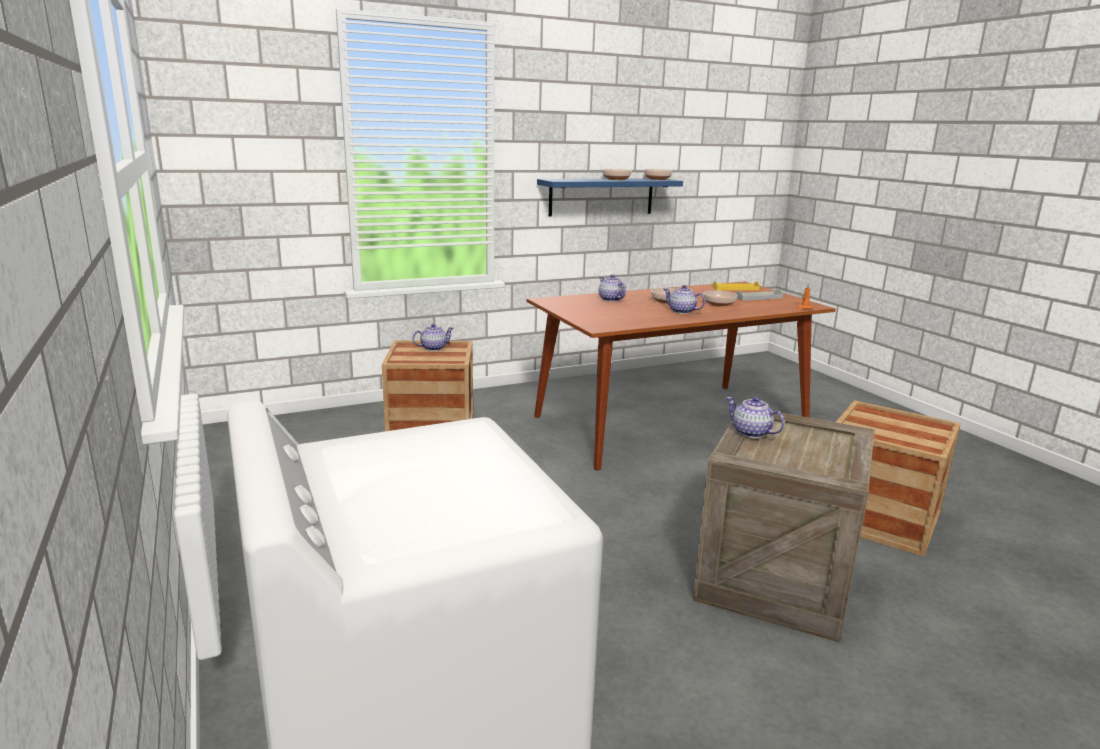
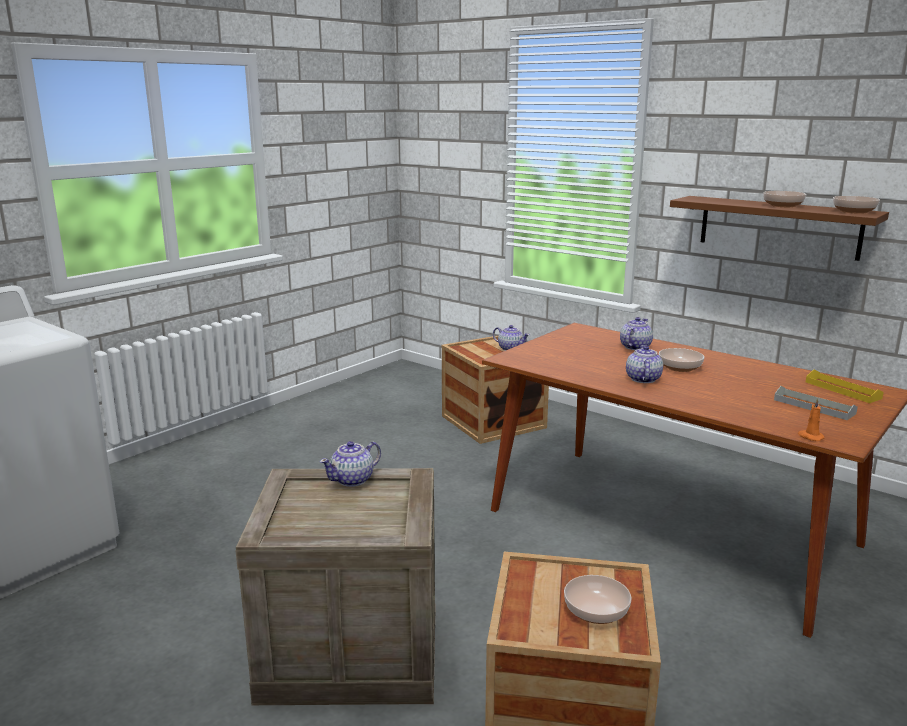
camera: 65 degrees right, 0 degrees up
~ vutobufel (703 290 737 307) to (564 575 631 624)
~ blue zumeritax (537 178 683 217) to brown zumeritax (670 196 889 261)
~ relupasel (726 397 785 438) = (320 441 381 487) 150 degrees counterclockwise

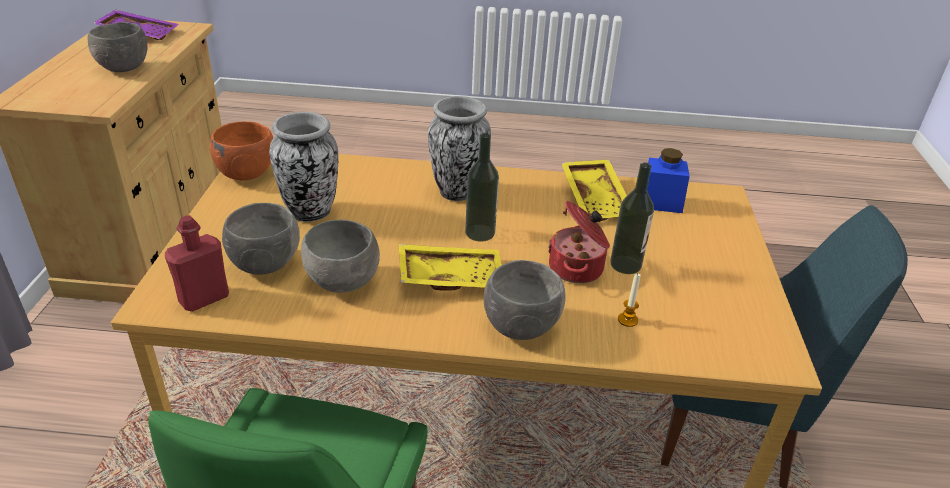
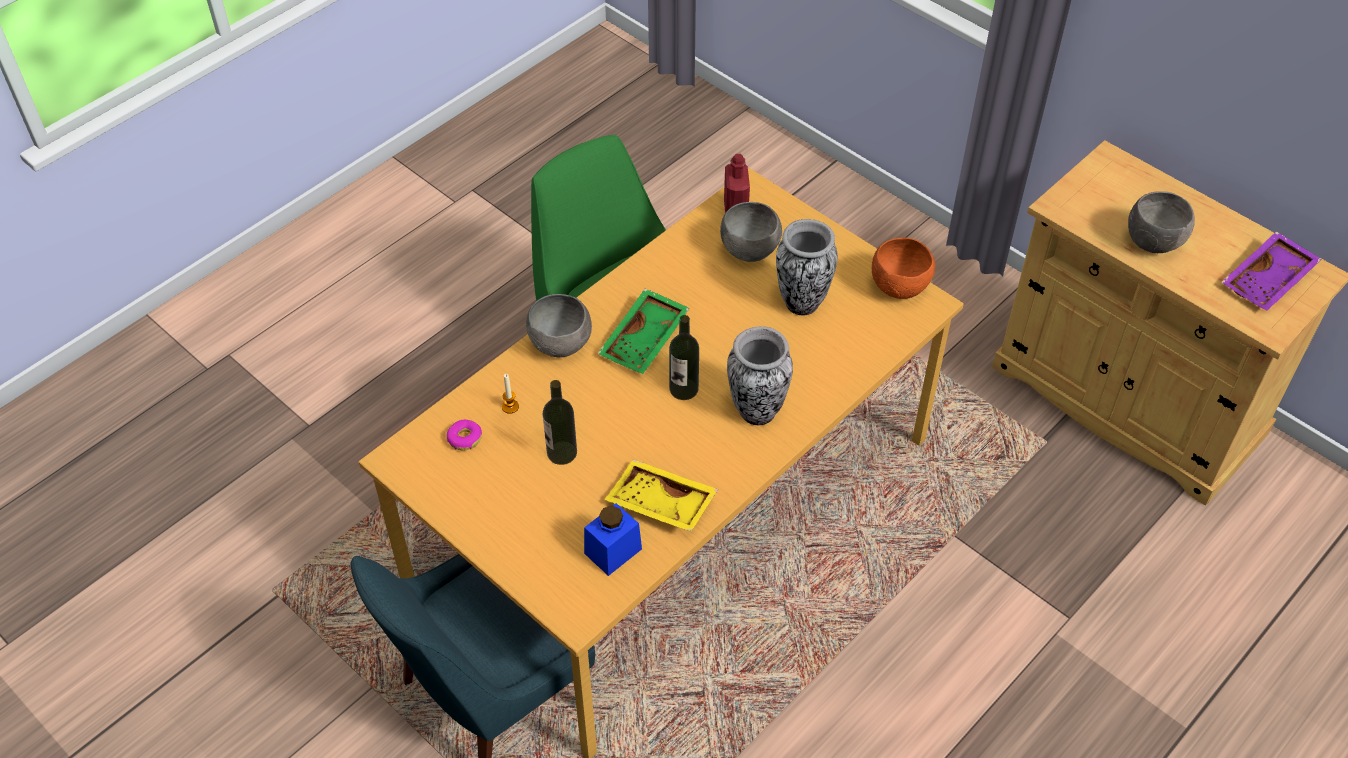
camera: 130 degrees right, 15 degrees up
- grey vutobufel (301 220 380 293)
- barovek (548 201 610 283)
+ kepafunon (446 420 482 450)
~ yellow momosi (399 244 502 291) to green momosi (597 289 690 374)

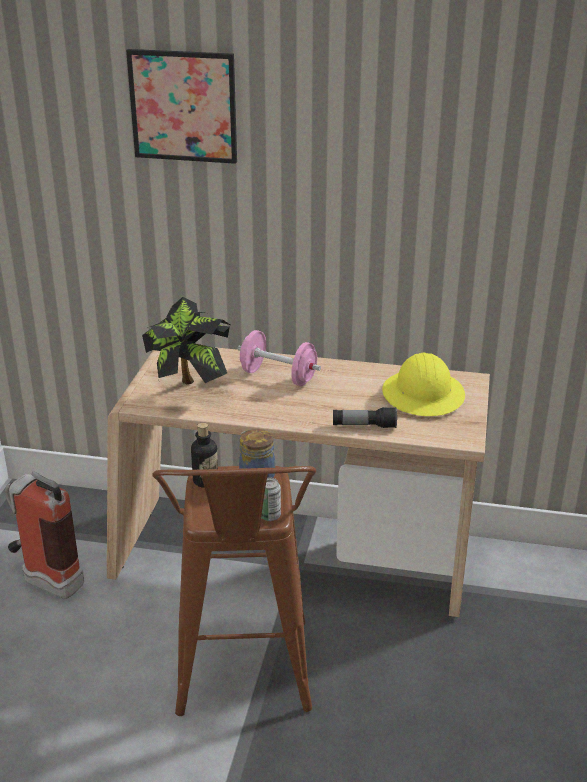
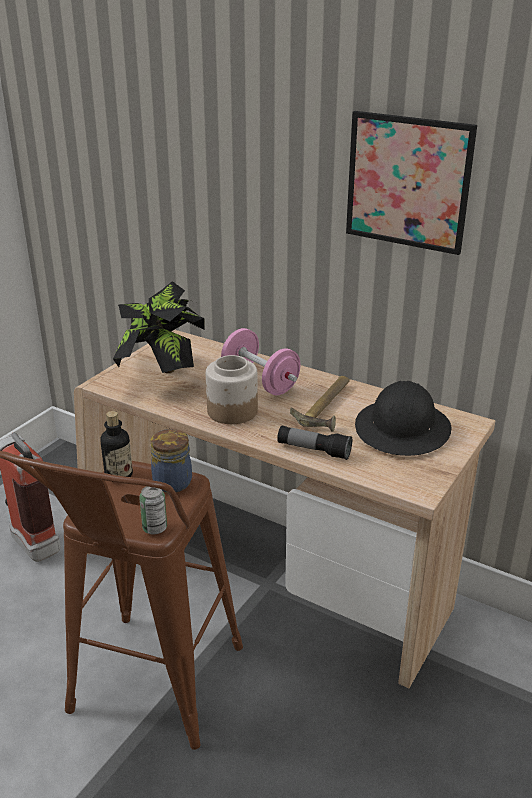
camera: 20 degrees right, 0 degrees up
+ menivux (206 355 258 424)
+ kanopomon (290 376 350 432)
~ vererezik (126 49 237 164) to (346 111 477 255)
~ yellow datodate (382 353 465 416) to black datodate (355 381 452 456)

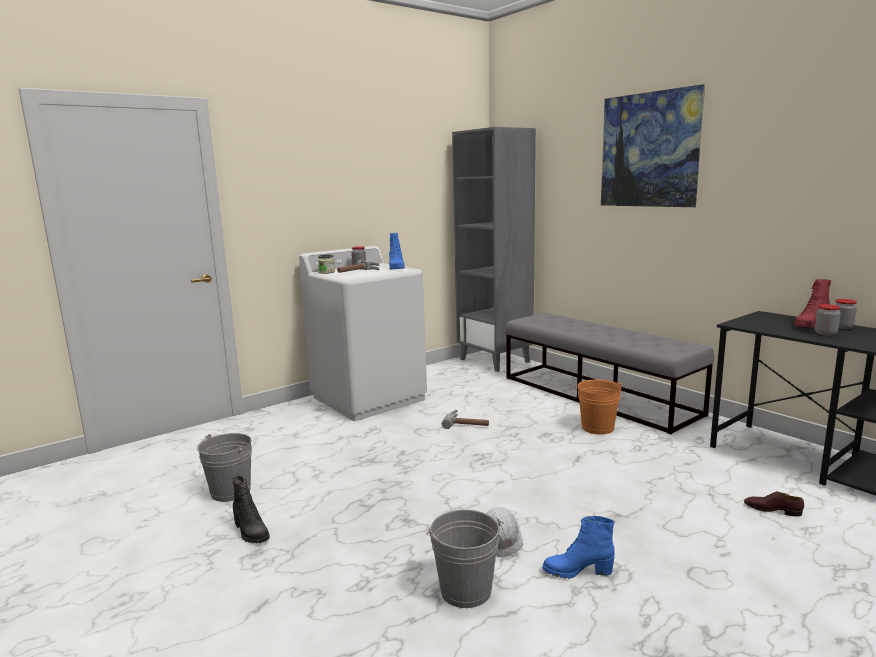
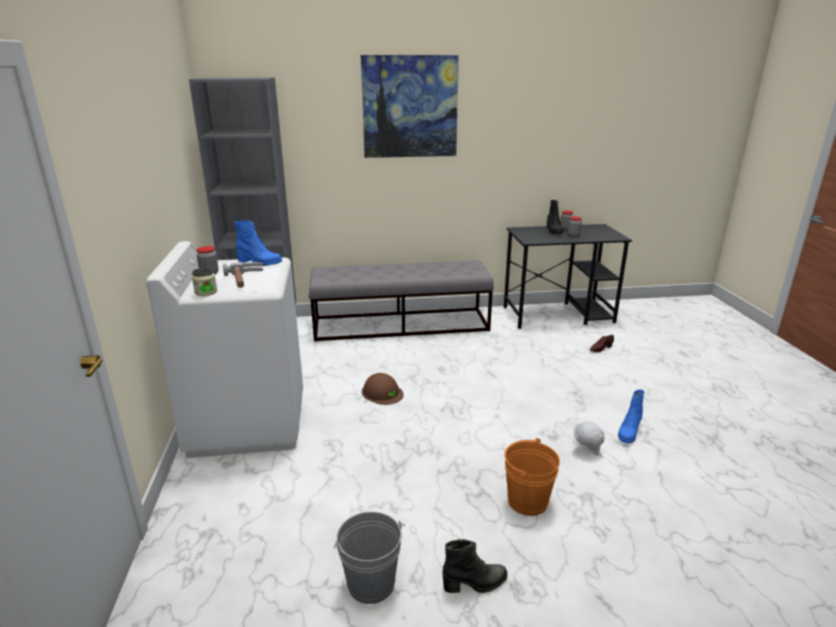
camera: 60 degrees left, 10 degrees up
- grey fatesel (426 510 504 608)
~ orange fatesel (575 380 622 435) to (505 438 560 516)
~ kanopomon (442 410 489 429) to brown datodate (362 373 404 405)
~ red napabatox (794 279 831 328) to black napabatox (547 200 563 234)

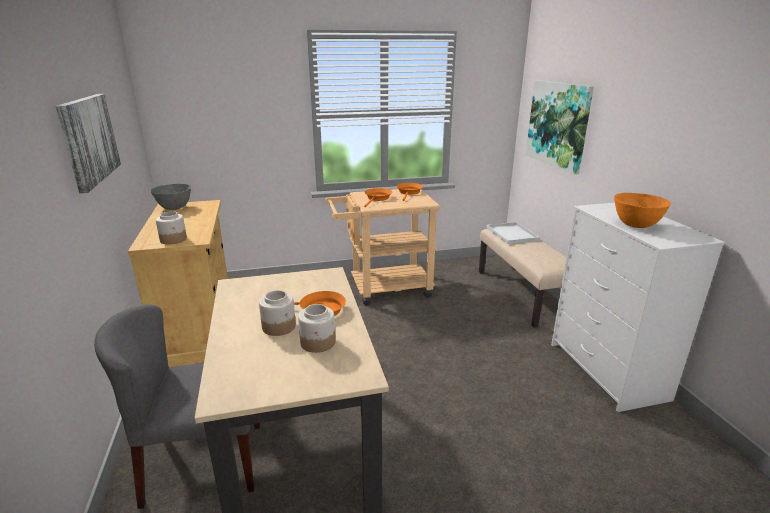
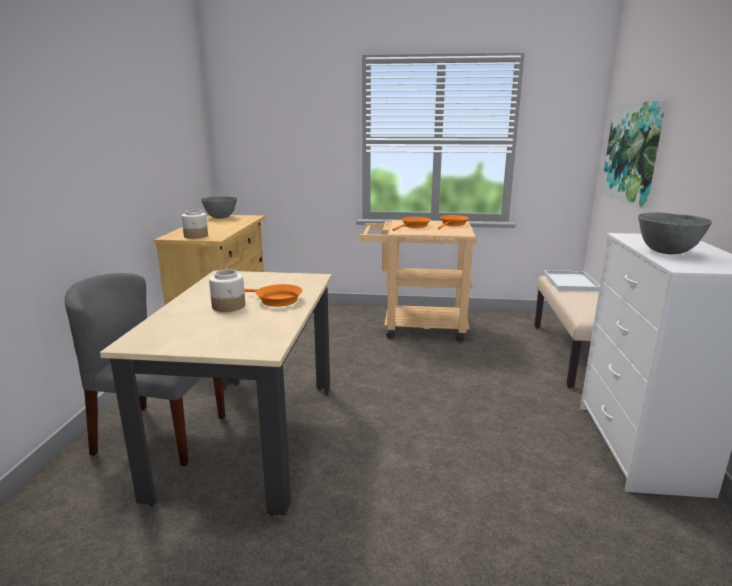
camera: 20 degrees right, 5 degrees down
- vererezik (56 94 121 193)
- menivux (298 304 336 353)
~ orange vutobufel (614 193 671 228) to grey vutobufel (638 213 712 254)

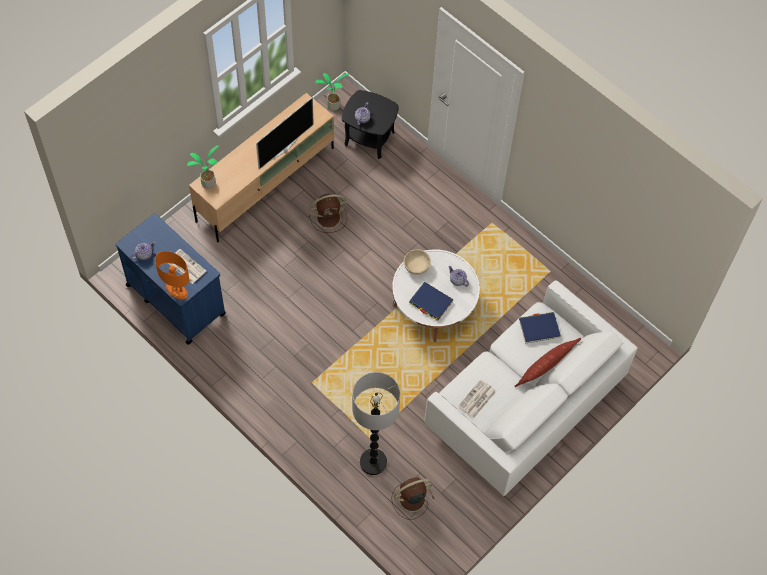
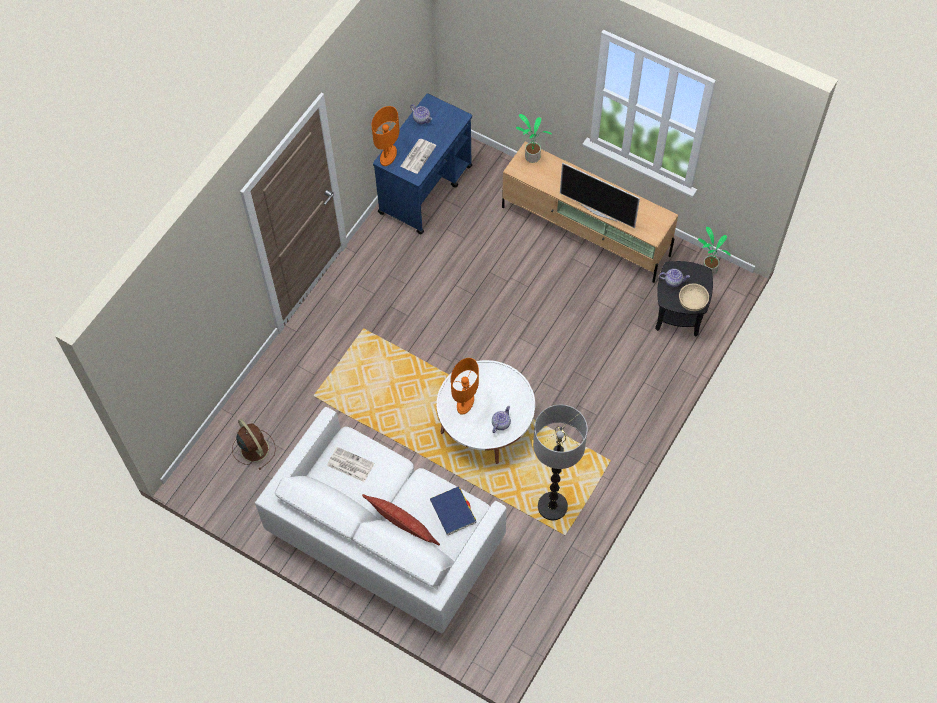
camera: 80 degrees right, 0 degrees up
- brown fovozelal (309 194 347 233)
~ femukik (352 372 400 475) to (533 405 588 520)
~ beige vutobufel (404 249 431 275) to (679 284 709 311)
~ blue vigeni (409 282 454 321) to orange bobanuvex (451 358 479 415)

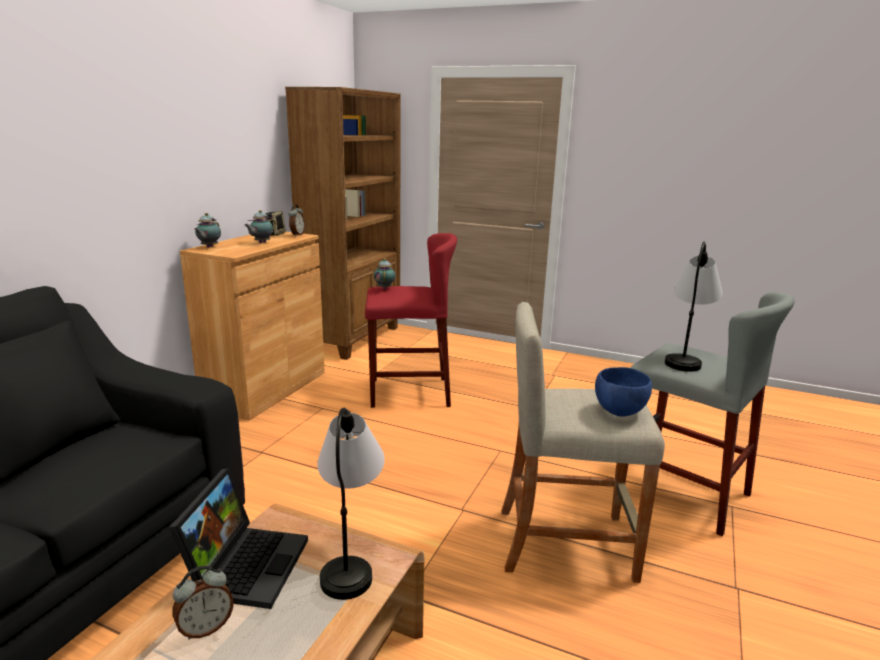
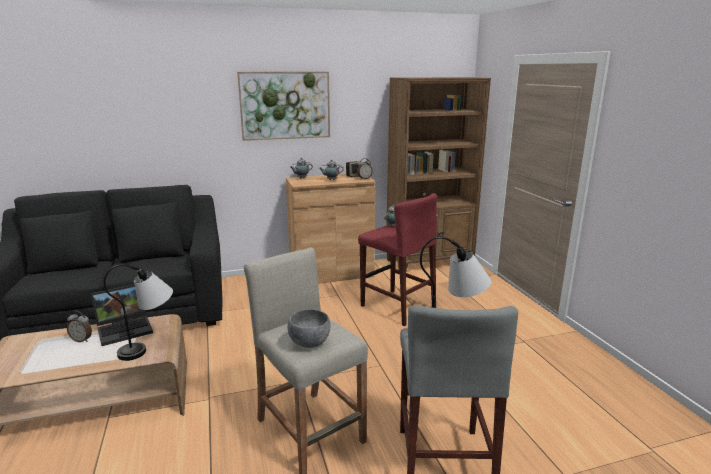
camera: 50 degrees right, 0 degrees up
+ vererezik (237 72 330 141)
~ blue vutobufel (595 367 652 417) to grey vutobufel (287 309 330 348)

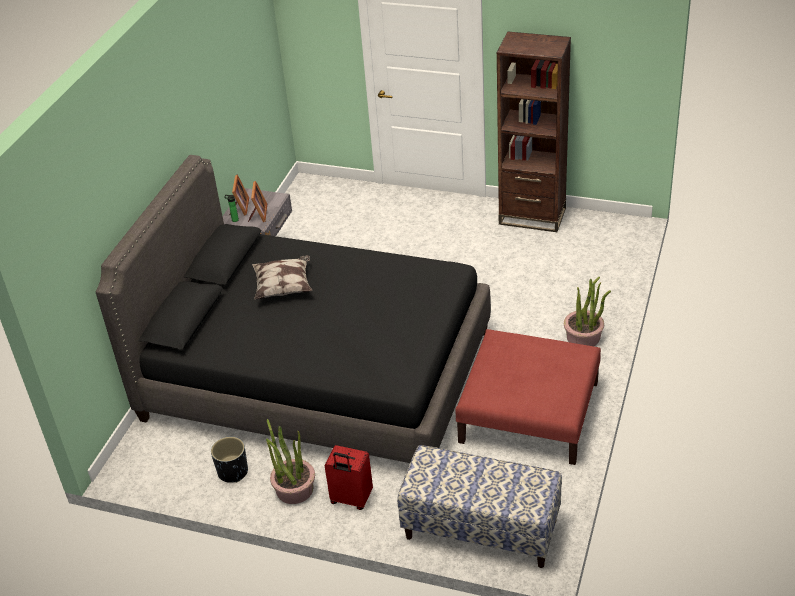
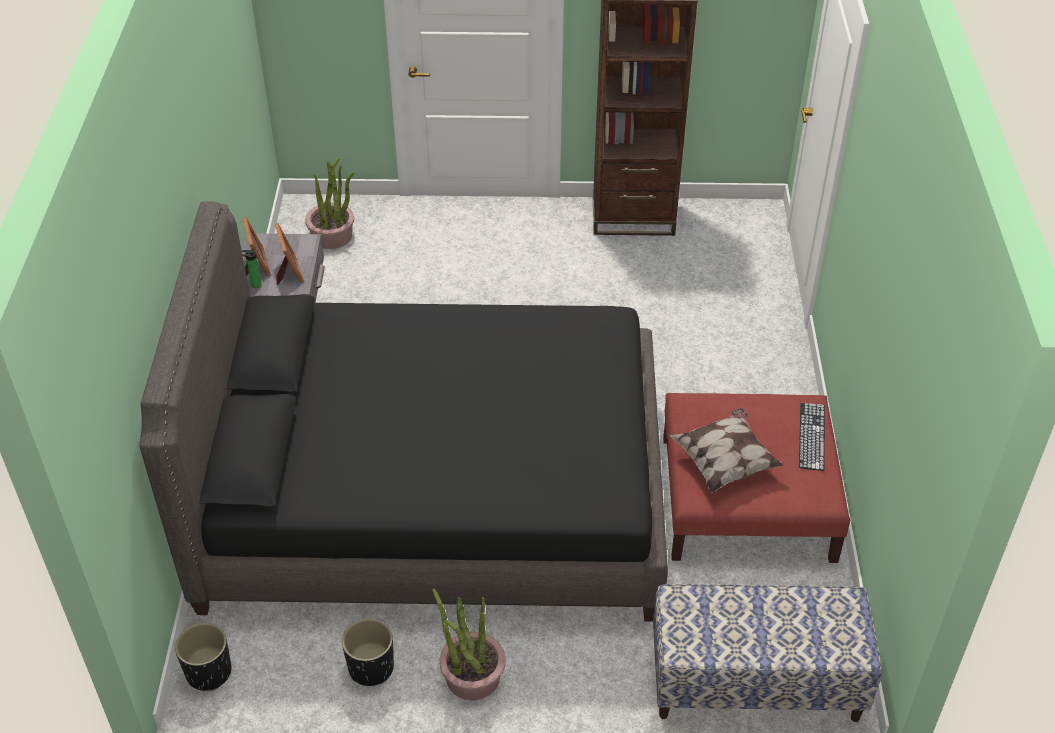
camera: 20 degrees left, 5 degrees up
- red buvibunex (324 445 373 510)
+ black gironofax (175 623 231 691)
+ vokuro (799 403 825 471)
~ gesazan (252 255 312 299) to (669 408 784 494)
~ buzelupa (564 277 611 346) to (305 158 355 249)

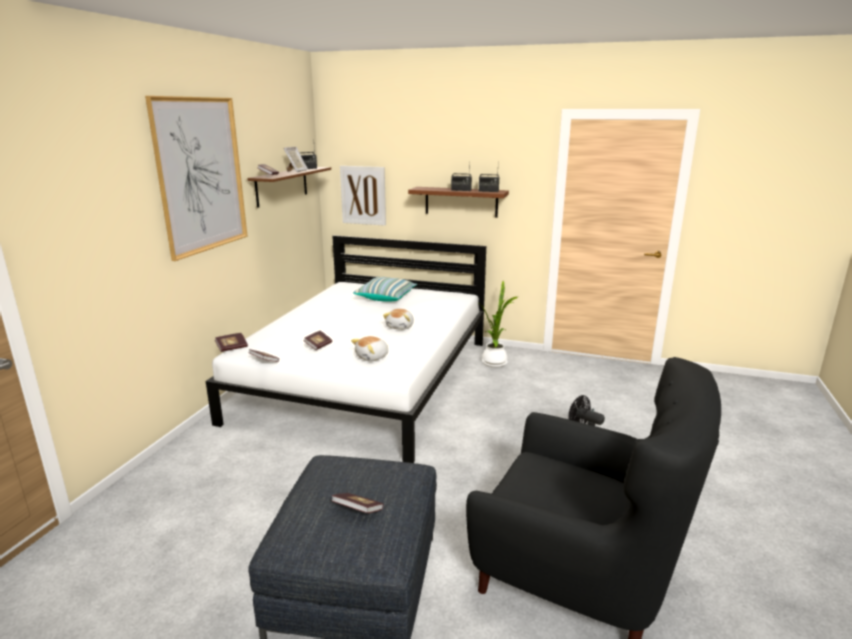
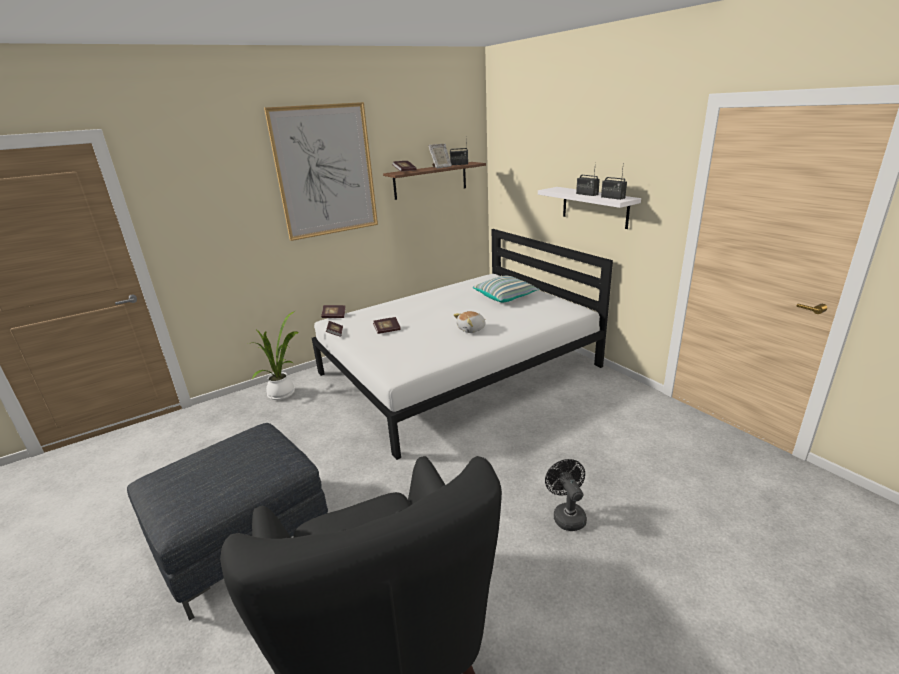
camera: 40 degrees right, 5 degrees up
- vigeni (331 493 384 513)
- vererezik (340 166 386 226)
- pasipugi (351 336 388 361)
~ buzelupa (480 281 518 368) to (252 311 299 400)
~ brown zumeritax (408 187 509 218) to white zumeritax (538 187 641 229)

